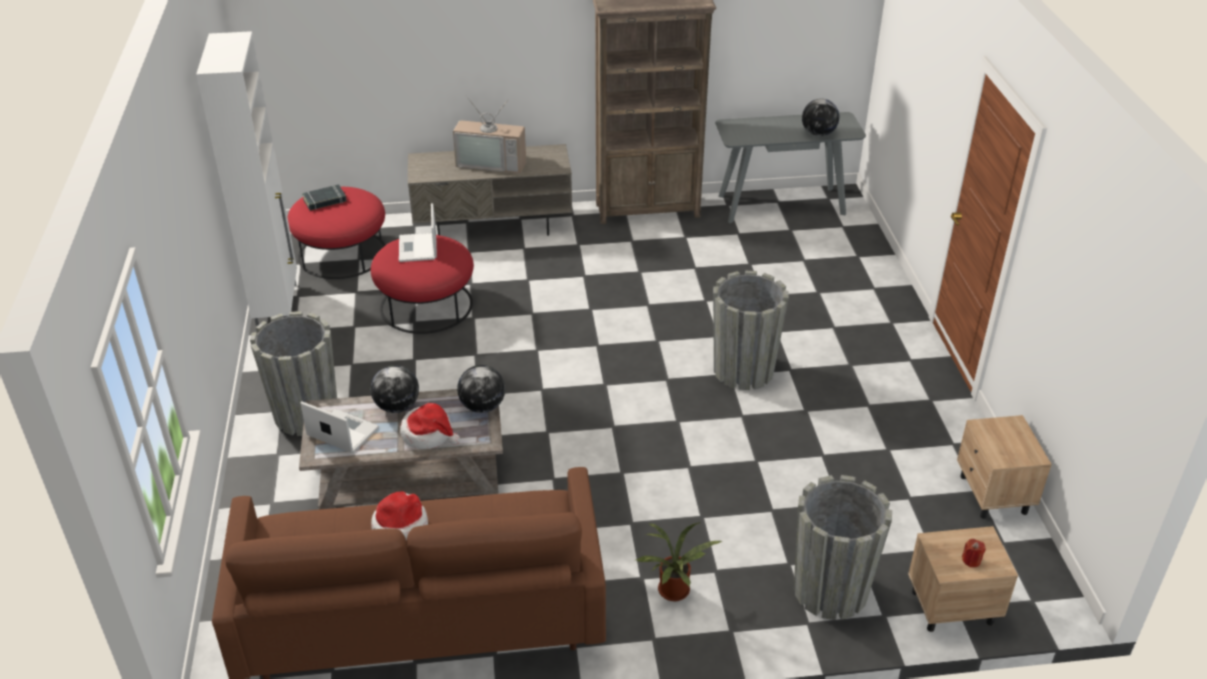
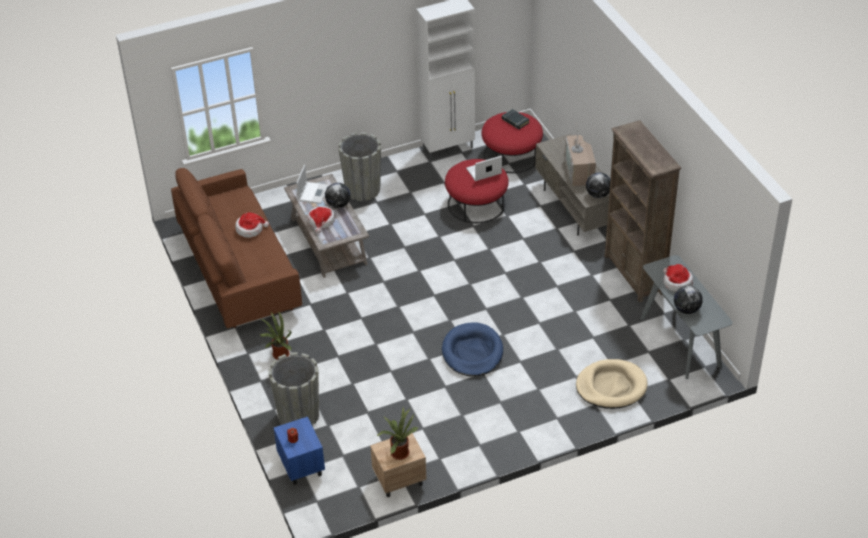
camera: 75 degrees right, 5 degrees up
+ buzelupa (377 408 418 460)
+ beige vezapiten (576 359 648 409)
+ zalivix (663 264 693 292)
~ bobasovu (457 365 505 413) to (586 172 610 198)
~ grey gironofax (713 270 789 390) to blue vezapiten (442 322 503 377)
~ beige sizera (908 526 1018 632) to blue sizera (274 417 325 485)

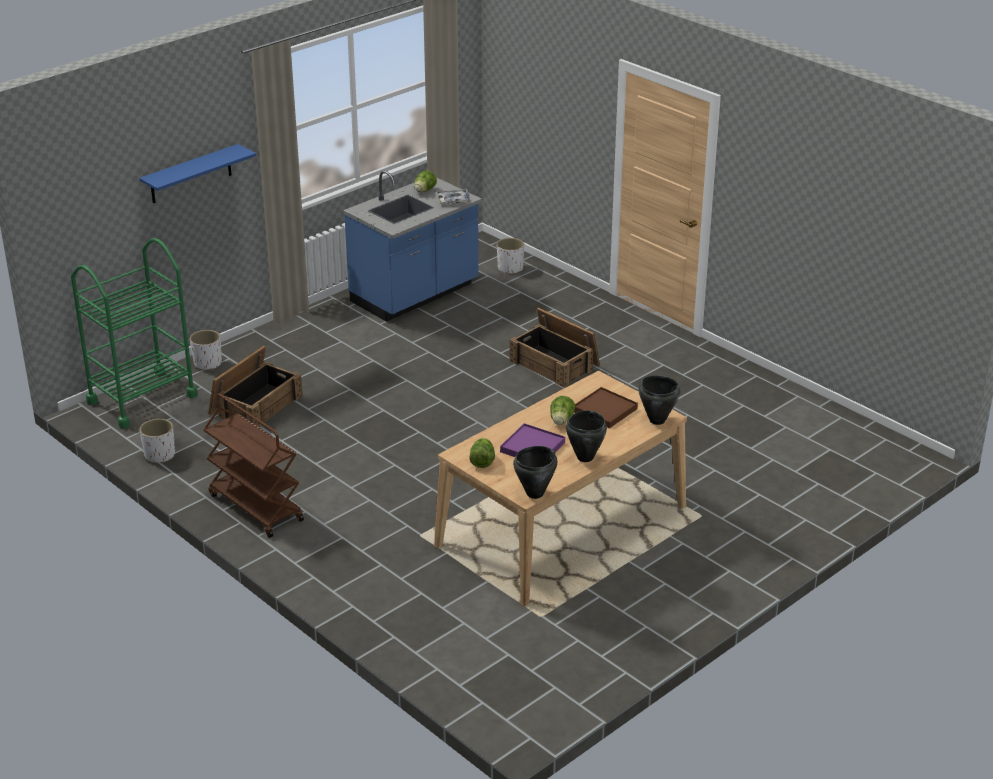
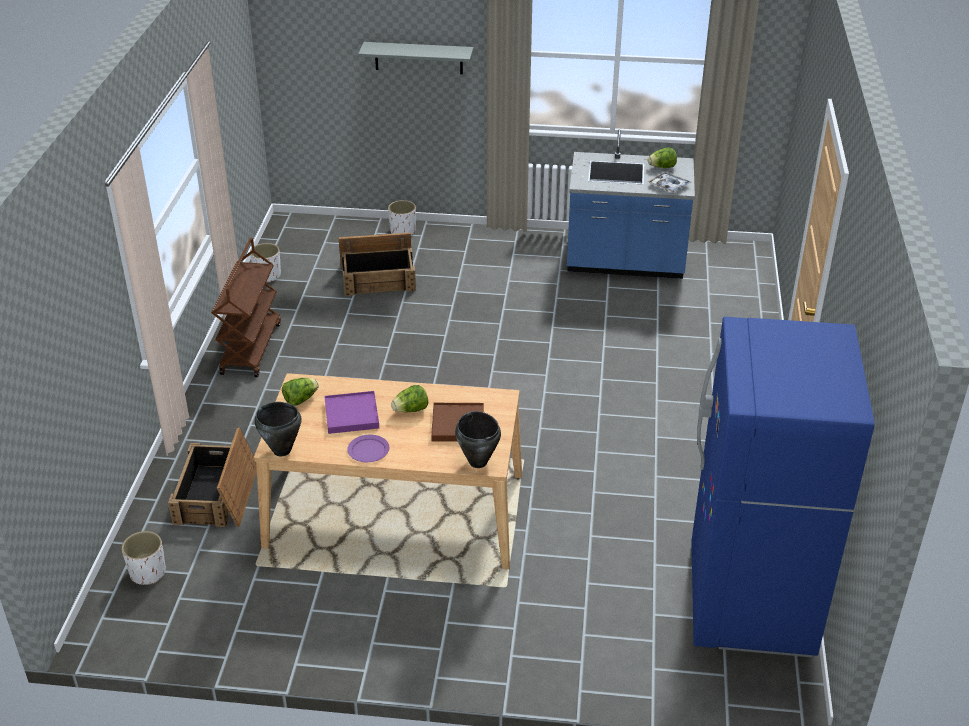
camera: 50 degrees right, 5 degrees up
- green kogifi (71 238 198 428)
+ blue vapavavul (691 317 875 657)
~ white gironofax (497 238 524 275) to (122 531 166 585)
~ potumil (509 308 600 388) to (168 427 257 527)
~ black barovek (566 410 607 462) to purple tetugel (347 435 389 462)
~ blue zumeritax (139 144 256 203) to grey zumeritax (358 42 473 74)

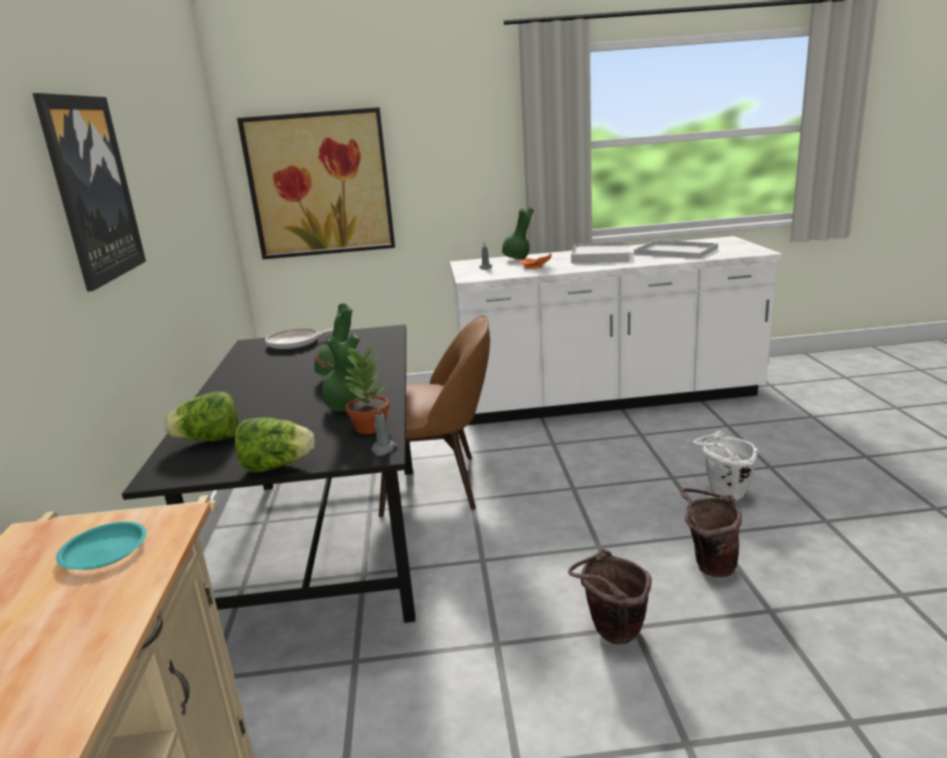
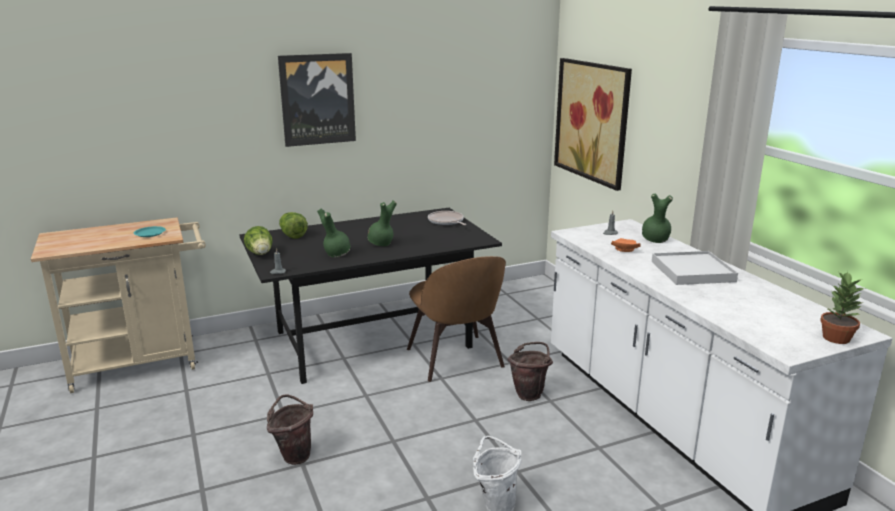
camera: 70 degrees right, 0 degrees up
- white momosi (634 240 718 259)
~ buzelupa (344 346 389 434) to (820 271 866 344)
~ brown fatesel (680 488 742 578) to (507 342 553 401)

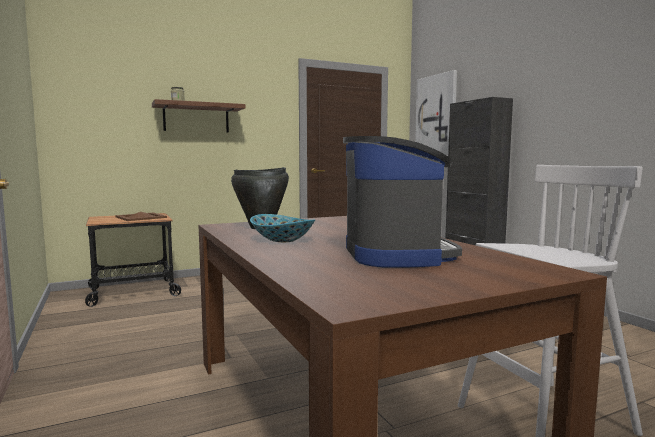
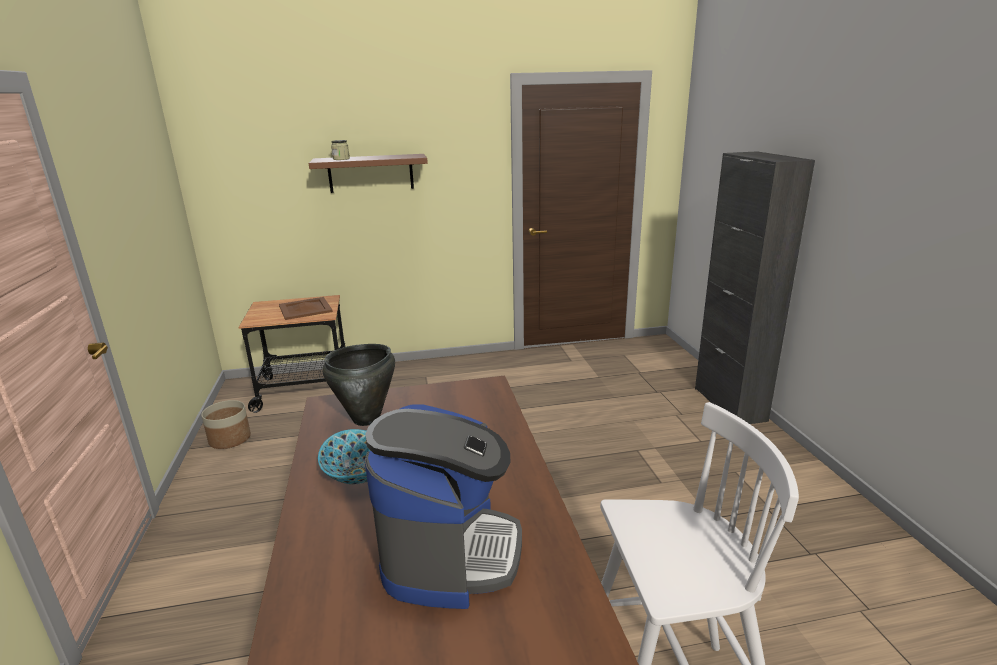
camera: 15 degrees right, 15 degrees up
- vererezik (415 70 457 156)
+ gironofax (201 400 251 449)

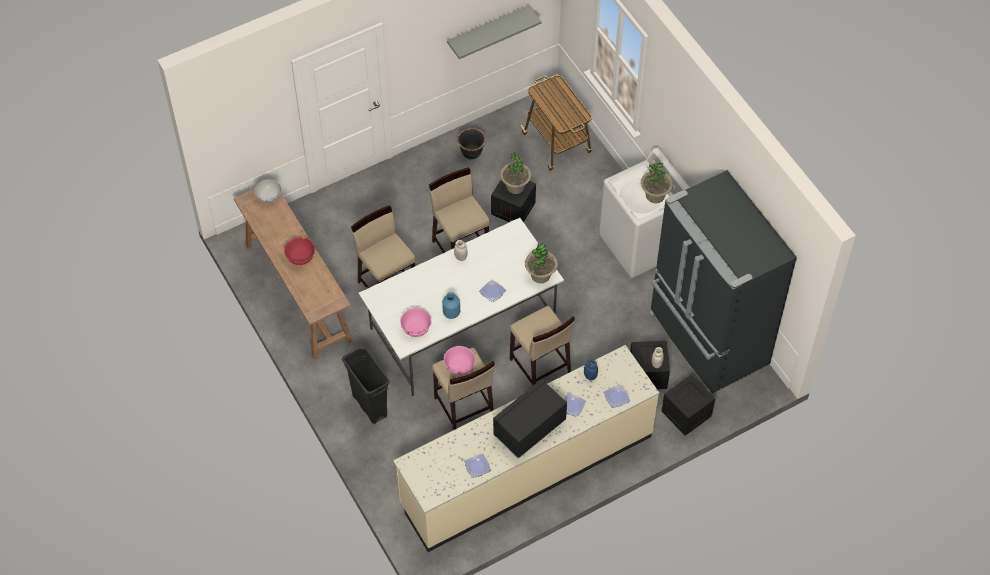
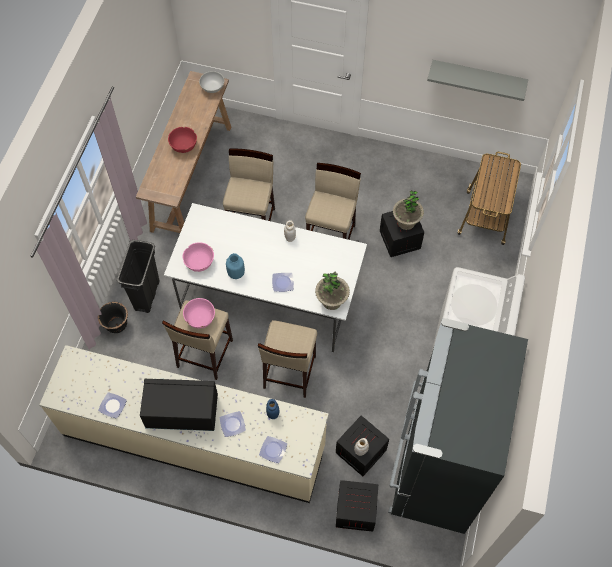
camera: 45 degrees right, 5 degrees up
- buzelupa (641 162 673 203)
~ black gironofax (457 128 486 159) to (98 302 128 333)

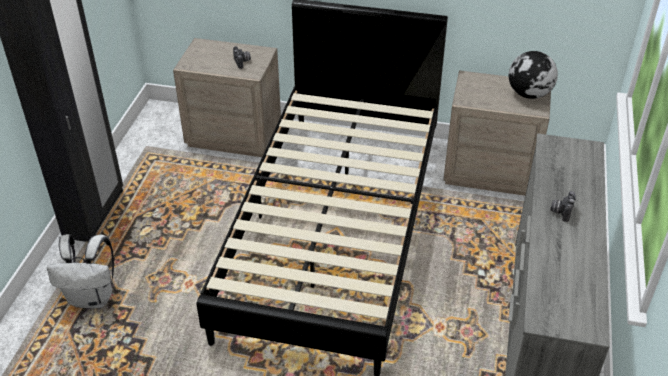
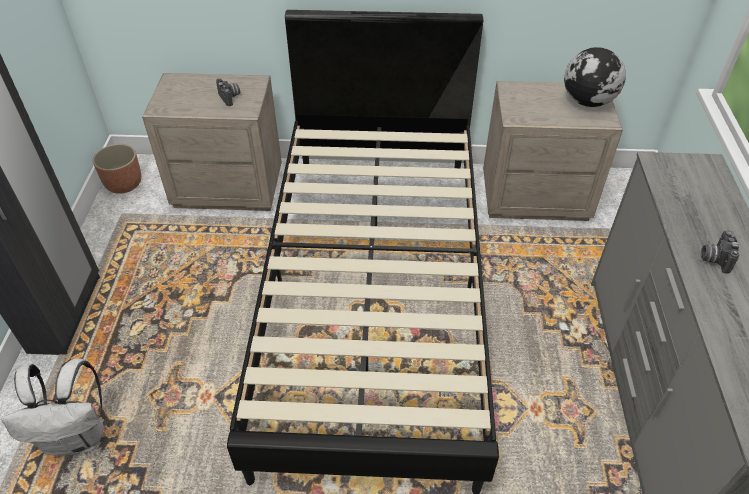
camera: 10 degrees left, 5 degrees up
+ gironofax (93 144 141 194)

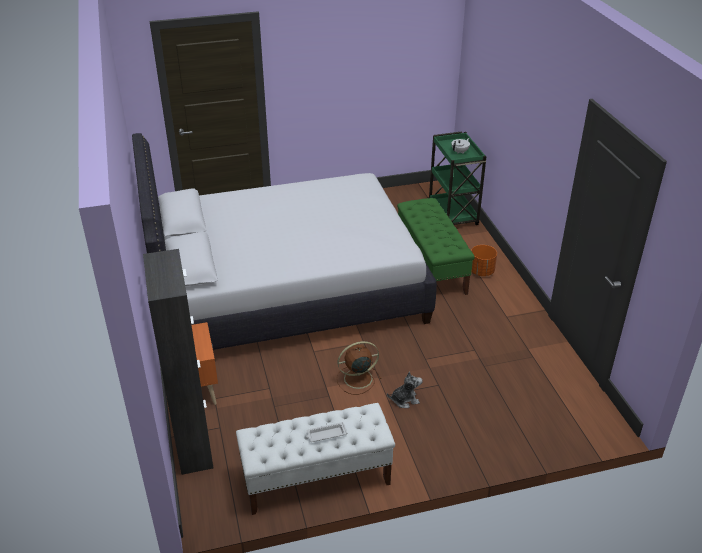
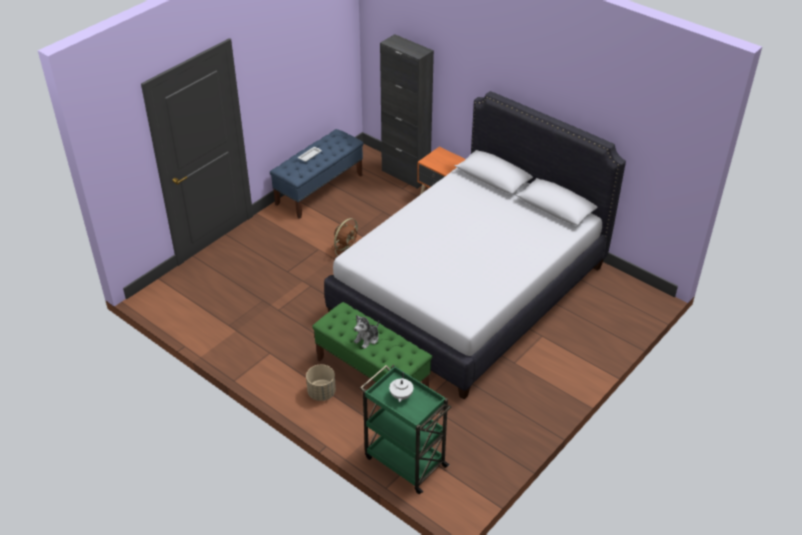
camera: 145 degrees right, 5 degrees up
~ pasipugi (387 371 422 408) to (354 315 379 349)
~ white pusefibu (236 403 395 515) to blue pusefibu (270 129 363 219)
~ orange gironofax (471 245 497 276) to beige gironofax (306 365 336 401)

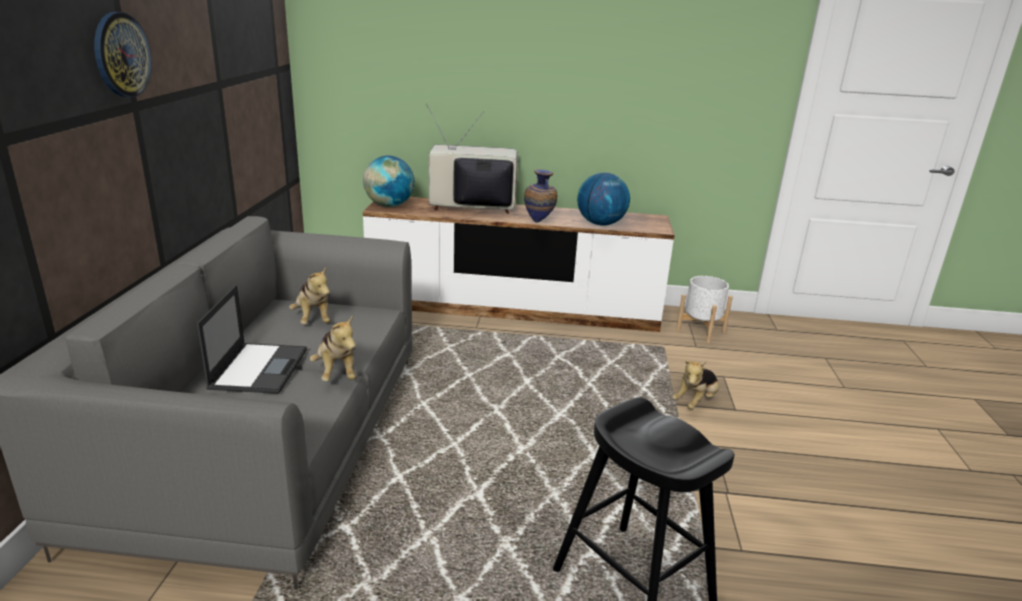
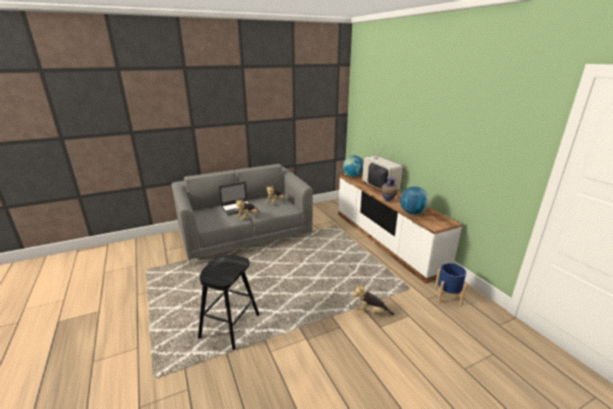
camera: 60 degrees right, 0 degrees up
- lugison (94 12 151 97)
~ white gironofax (676 276 733 343) to blue gironofax (434 263 467 305)

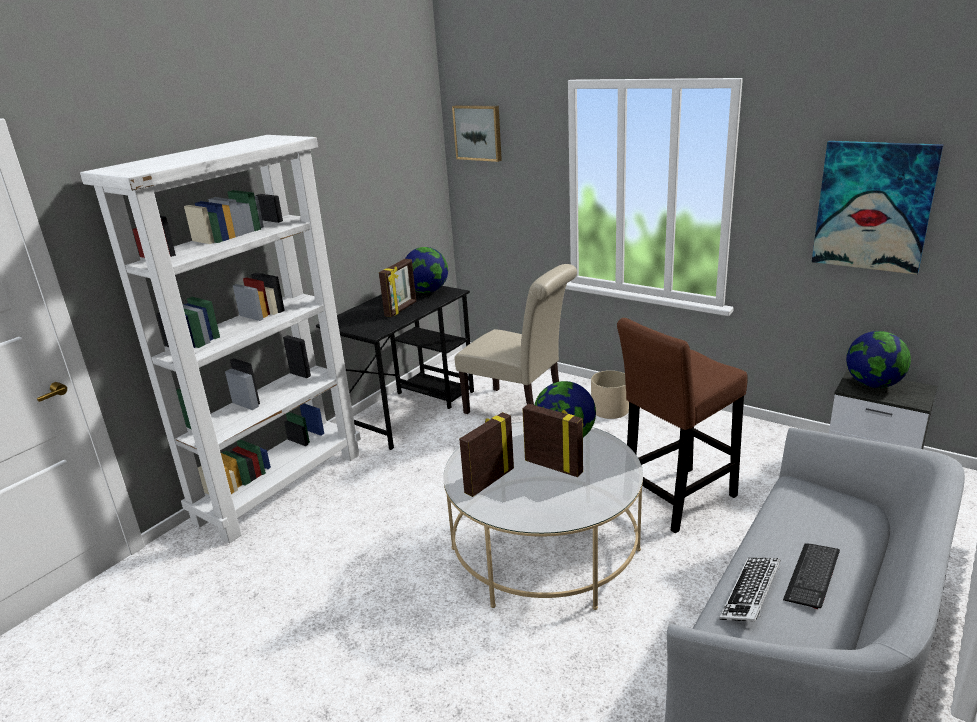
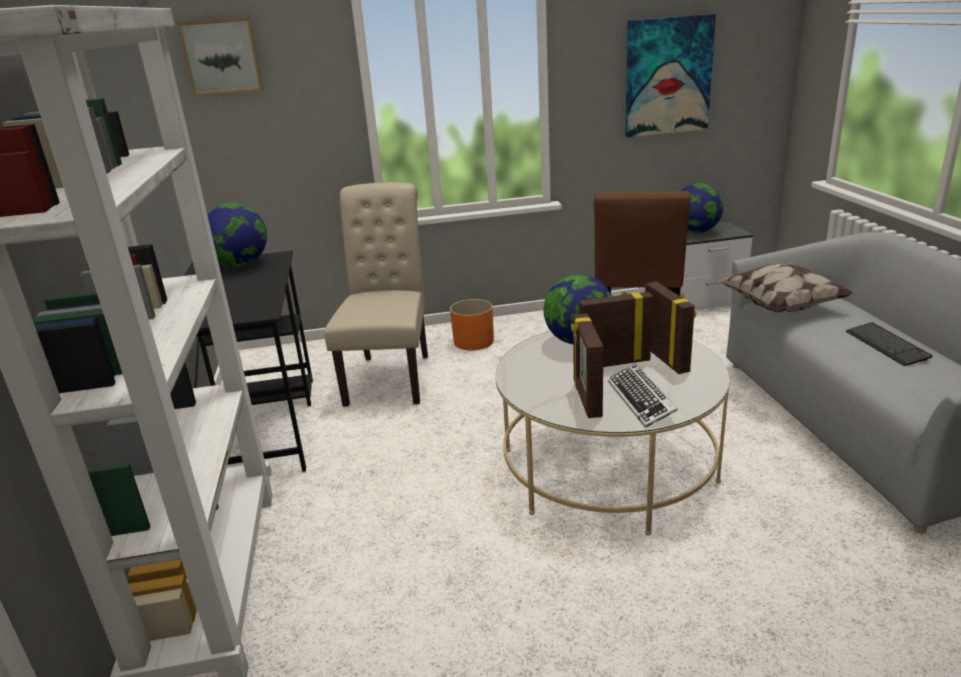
camera: 45 degrees left, 0 degrees up
+ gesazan (717 263 854 312)
~ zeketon (379 259 416 317) to (645 282 697 374)
~ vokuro (719 558 781 622) to (608 364 678 428)
~ beige gironofax (591 370 629 419) to orange gironofax (450 299 494 350)
~ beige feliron (455 264 577 414) = (324 182 428 407) 75 degrees counterclockwise

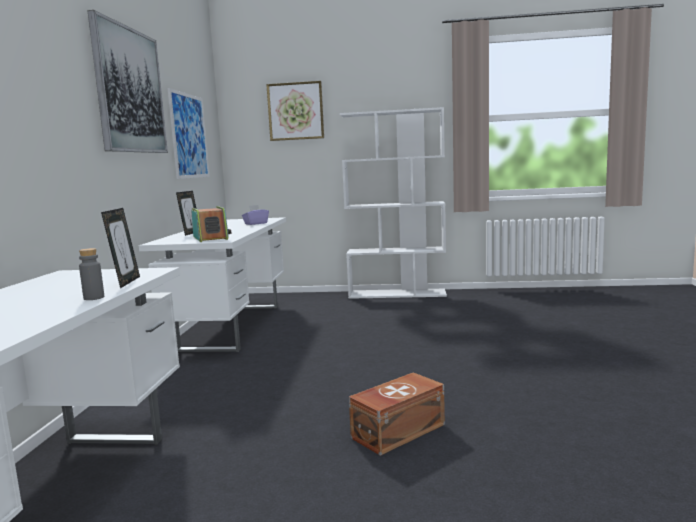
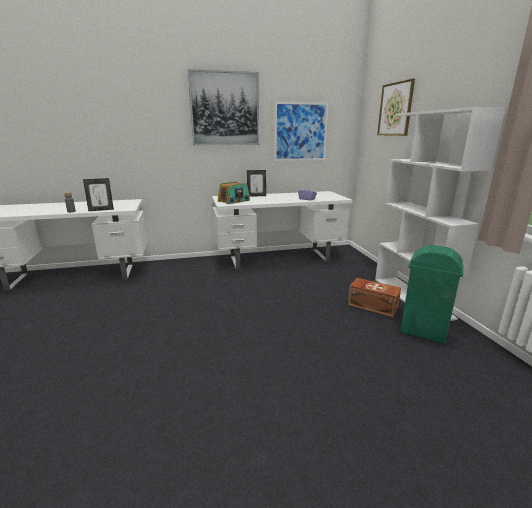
camera: 70 degrees right, 10 degrees up
+ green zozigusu (401 245 464 344)
~ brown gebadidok (349 372 445 456) to (348 278 401 317)

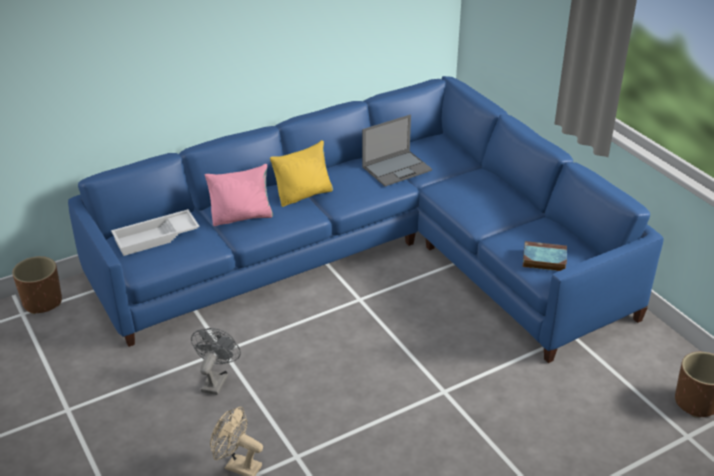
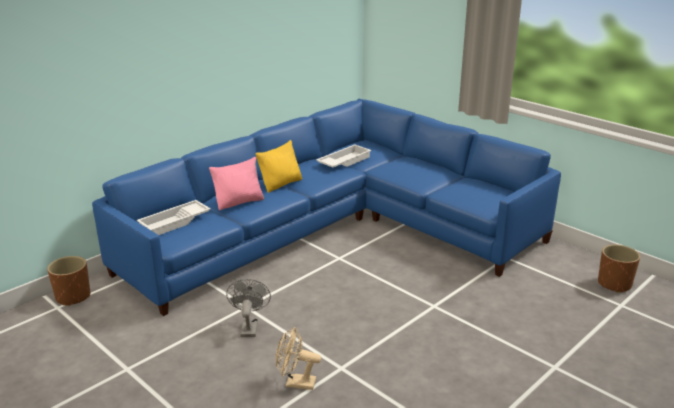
camera: 15 degrees left, 10 degrees down
- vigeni (523 241 567 271)
~ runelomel (362 115 432 186) to white momosi (316 144 371 167)

